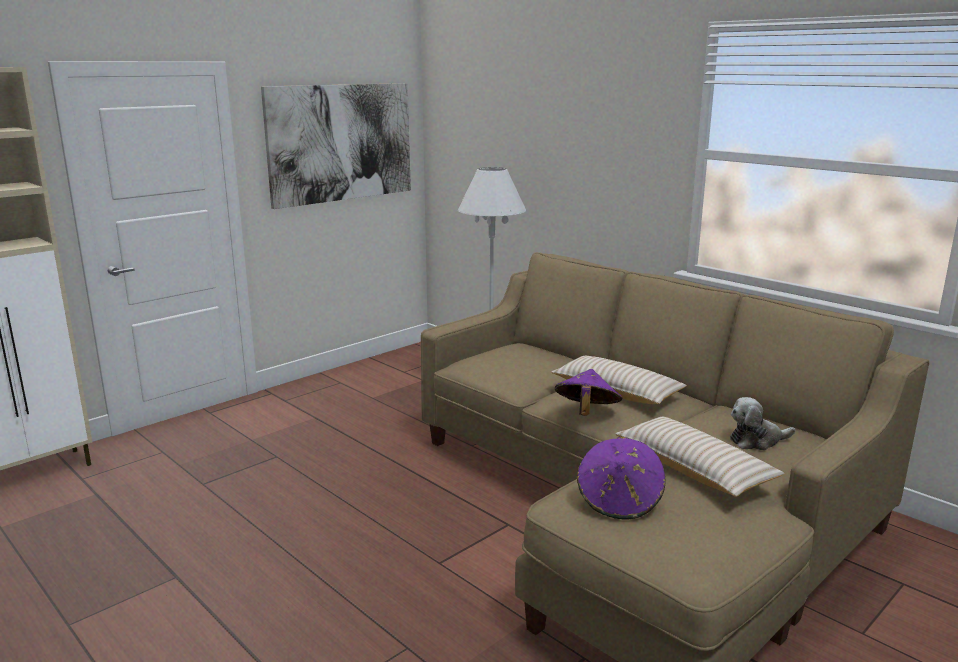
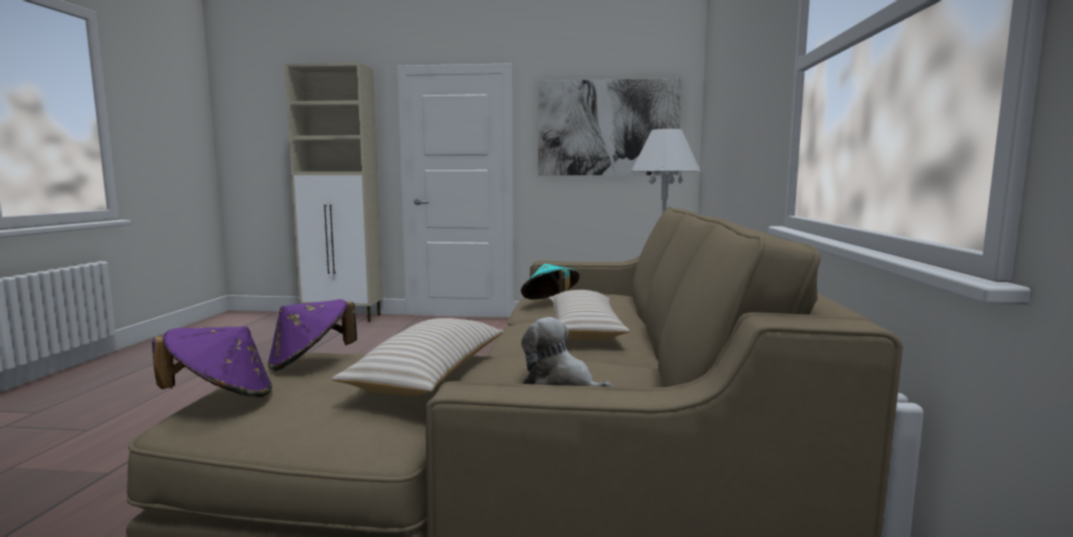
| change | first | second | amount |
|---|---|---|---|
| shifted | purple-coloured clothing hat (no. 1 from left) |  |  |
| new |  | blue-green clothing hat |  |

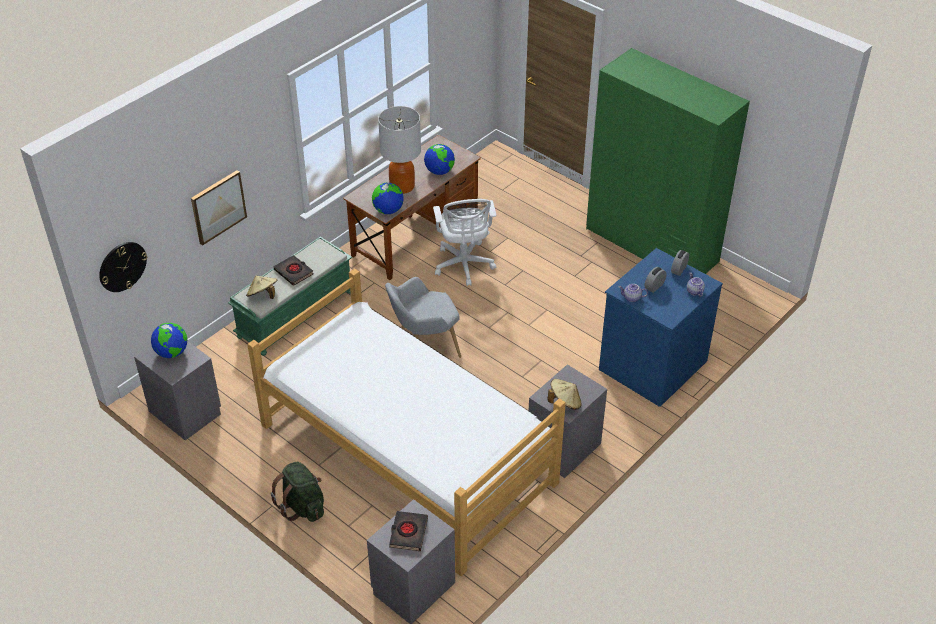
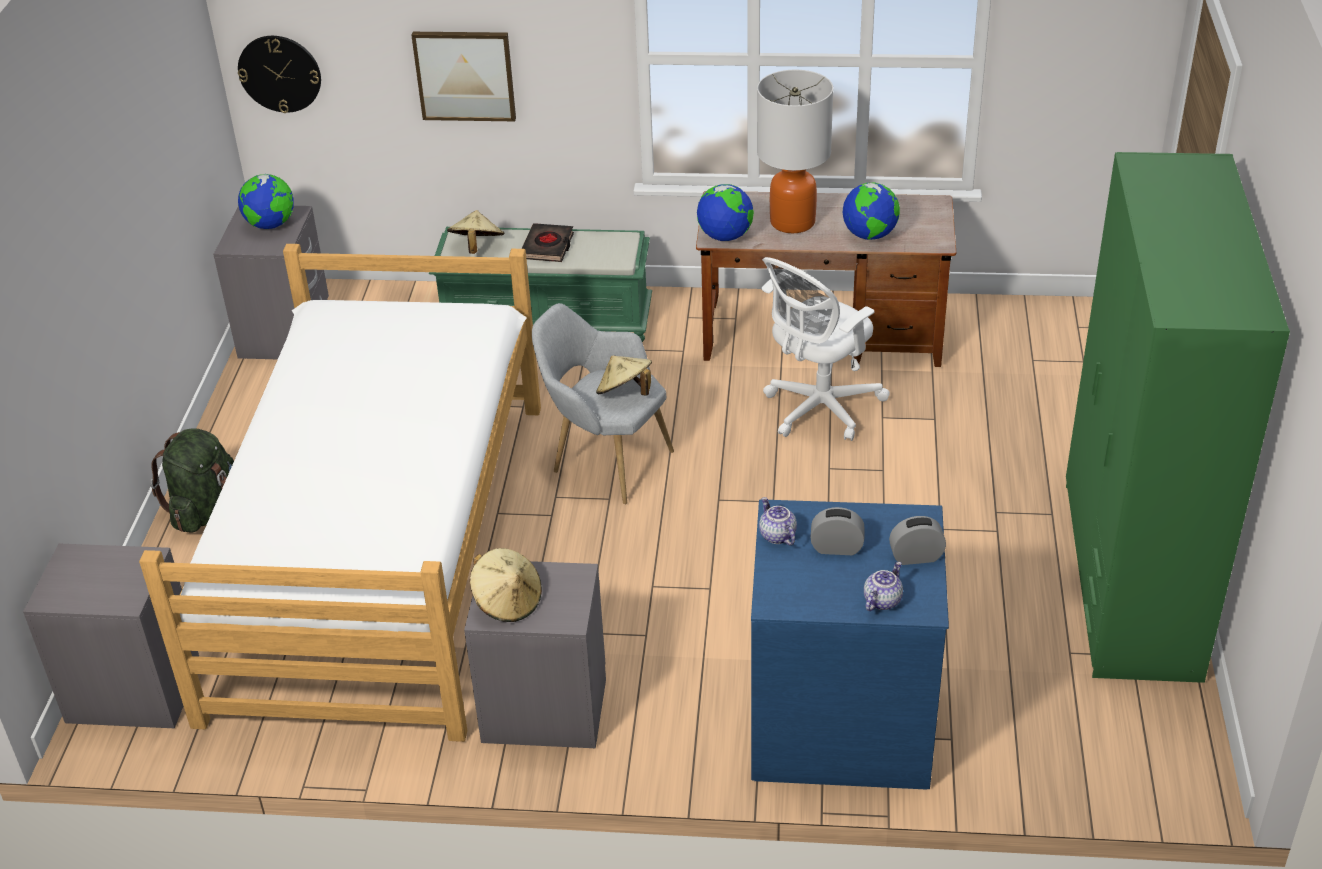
| change | first | second | amount |
|---|---|---|---|
| new |  | beige-coloured clothing hat (no. 3 from left) |  |
| gone | black volume (no. 2 from left) |  |  |

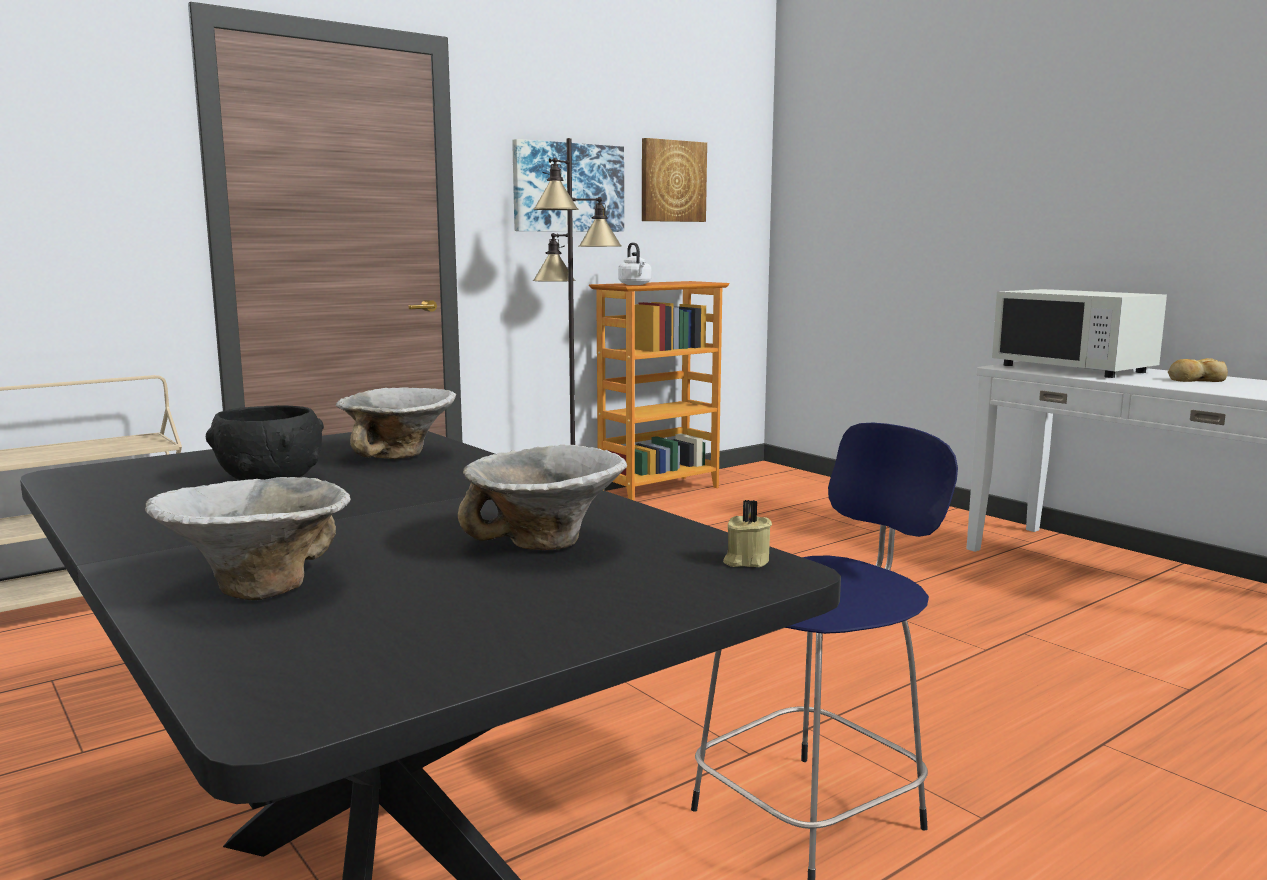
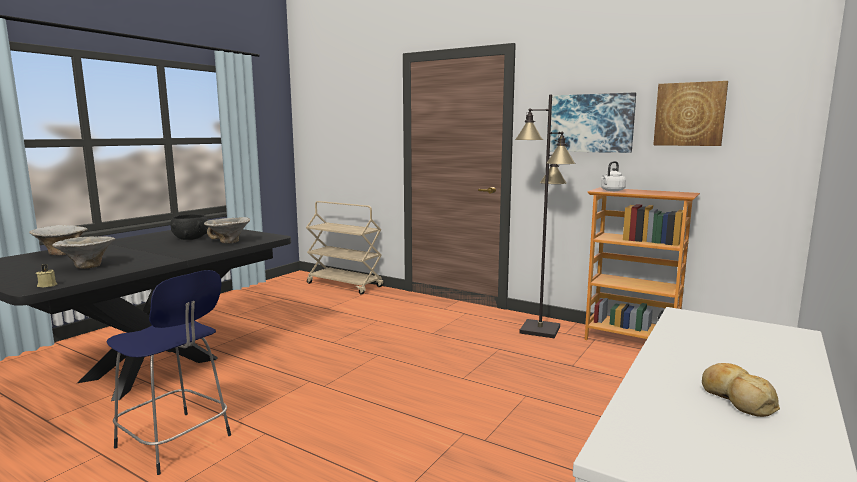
| change | first | second | amount |
|---|---|---|---|
| gone | whitish microwave |  |  |

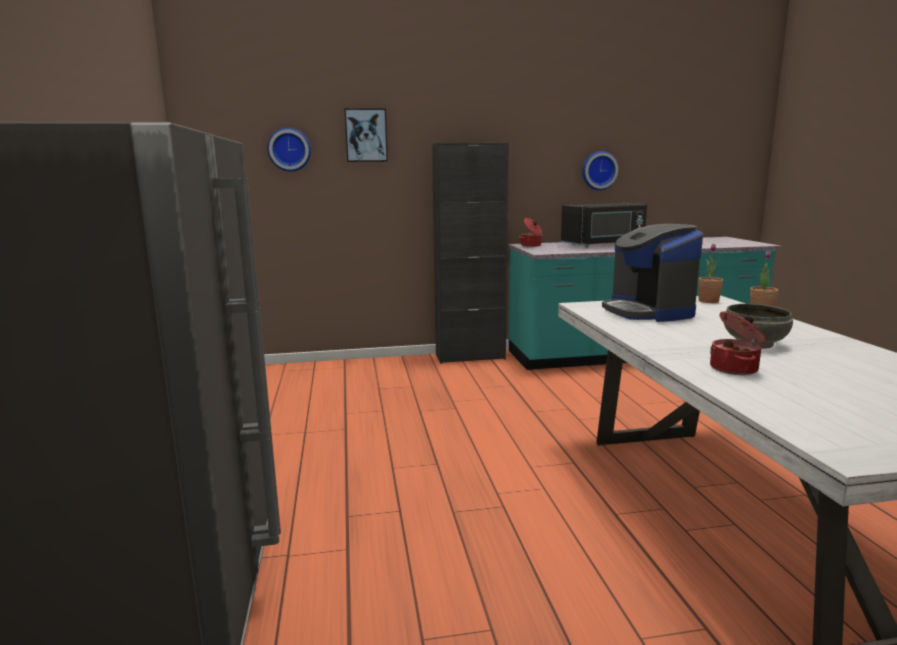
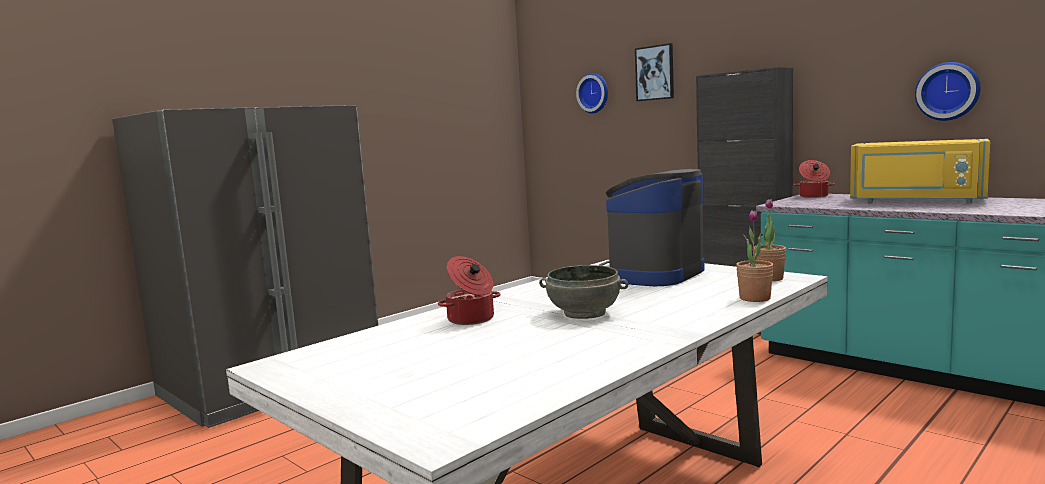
| change | first | second | amount |
|---|---|---|---|
| repainted | black microwave | yellowish microwave |  |

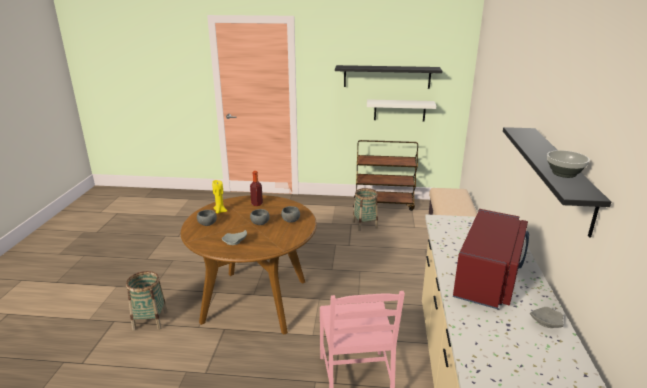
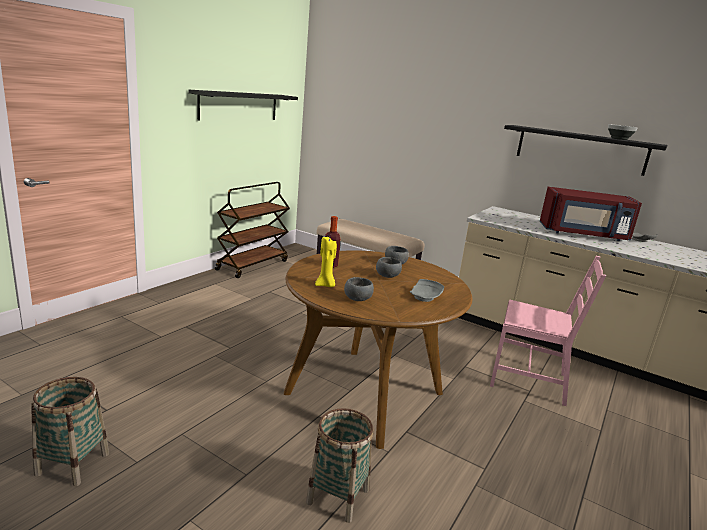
| change | first | second | amount |
|---|---|---|---|
| shifted | basket (no. 2 from left in the first image) | basket (no. 1 from left) |  |
| rotated | reddish microwave |  | 135 degrees clockwise |
| gone | whitish shelf |  |  |

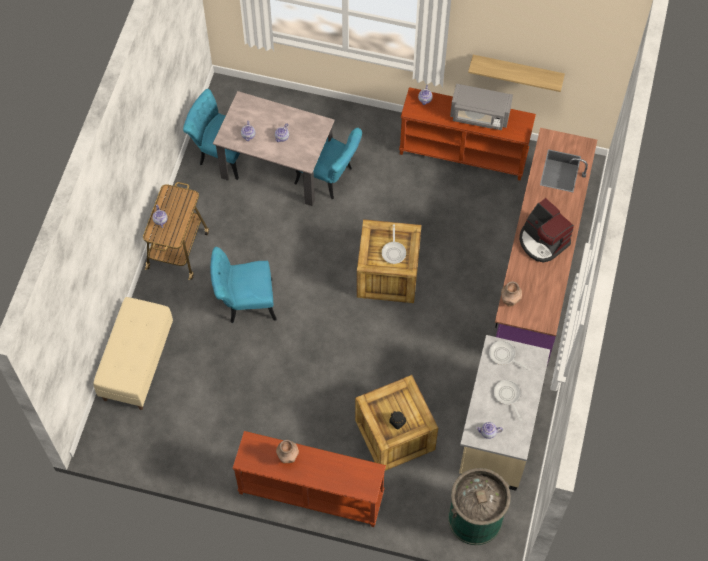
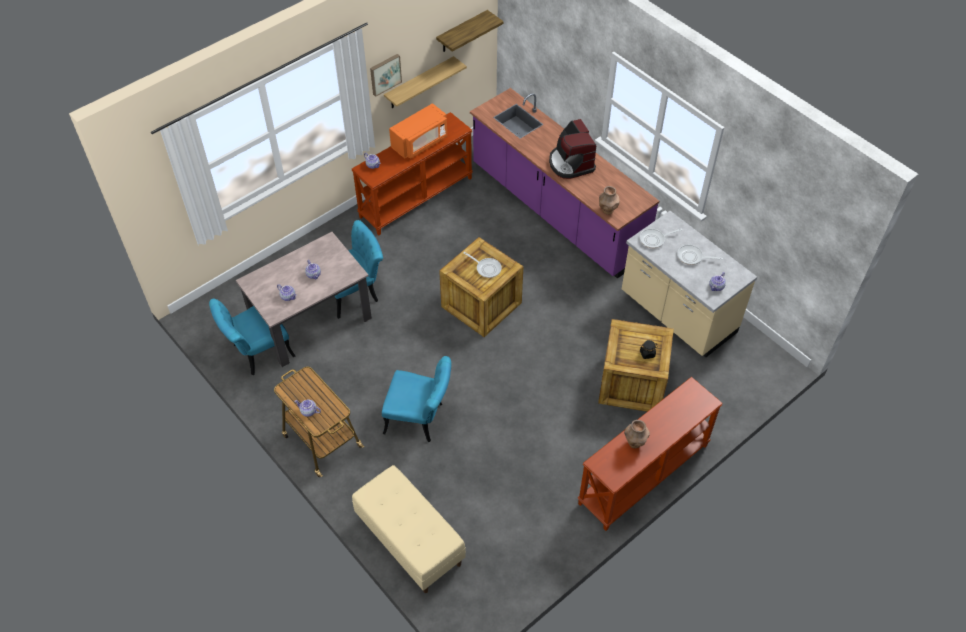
| change | first | second | amount |
|---|---|---|---|
| new |  | wall picture |  |
| rotated | blue-green upright chair (no. 2 from left in the first image) | blue-green upright chair (no. 3 from left) | 105 degrees counterclockwise |
| repainted | greyish microwave | orange-coloured microwave |  |
| new |  | shelf (no. 2 from left) |  |
| rotated | coffee machine |  | 75 degrees clockwise |
| gone | green waste bin |  |  |

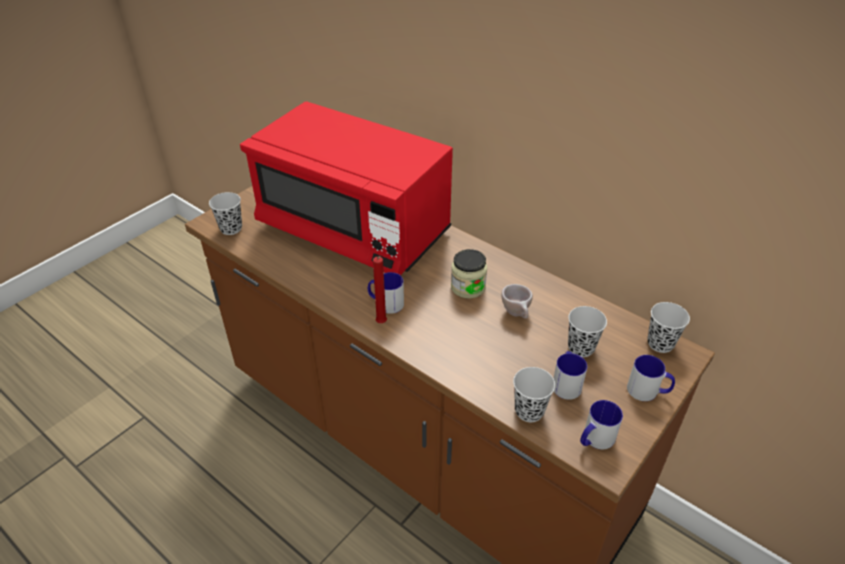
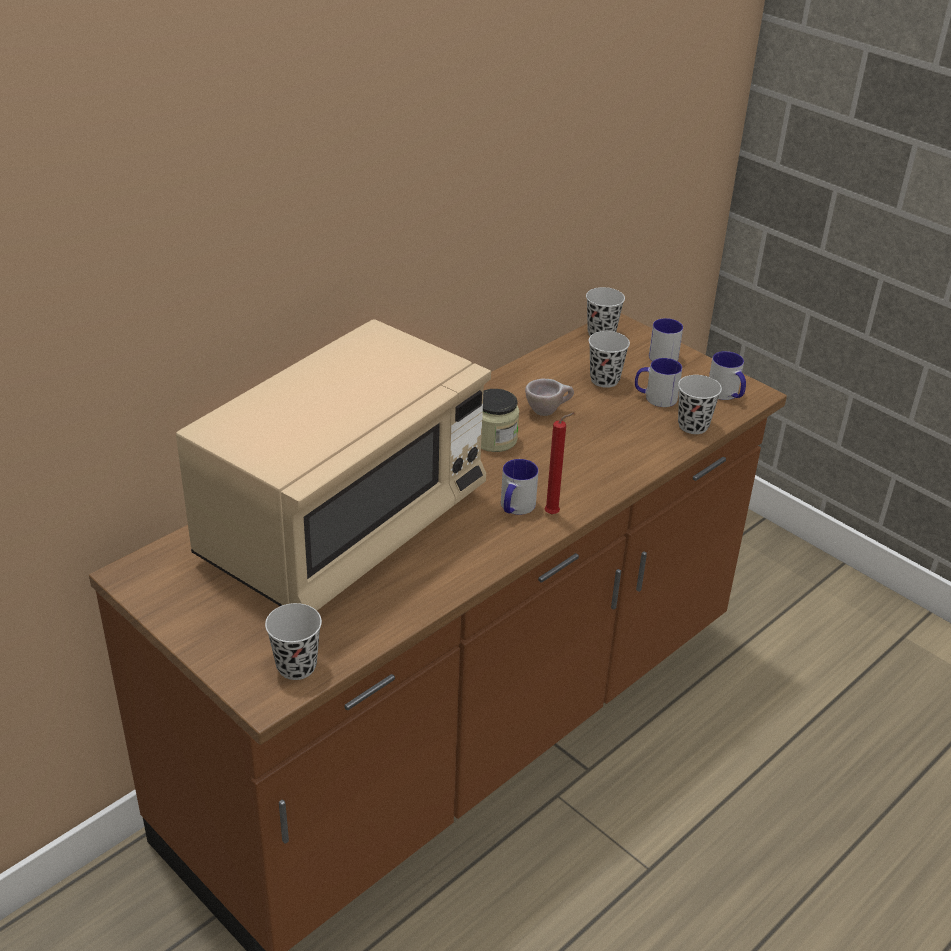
| change | first | second | amount |
|---|---|---|---|
| repainted | reddish microwave | beige-coloured microwave |  |

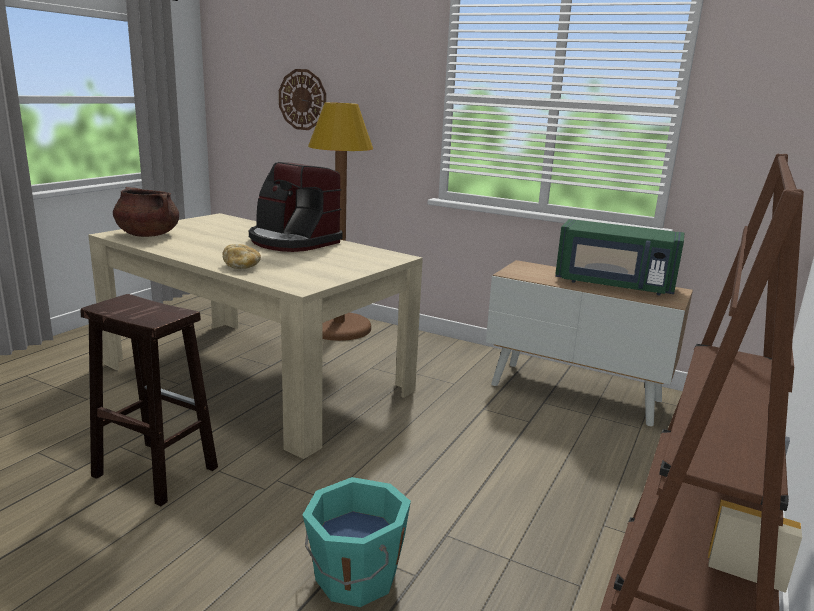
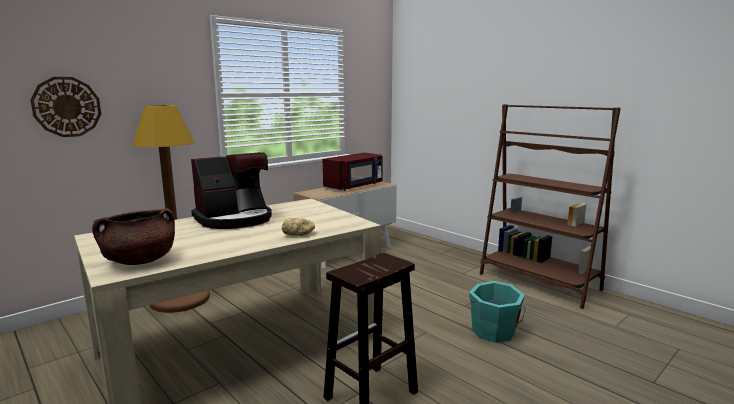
| change | first | second | amount |
|---|---|---|---|
| repainted | green microwave | reddish microwave |  |

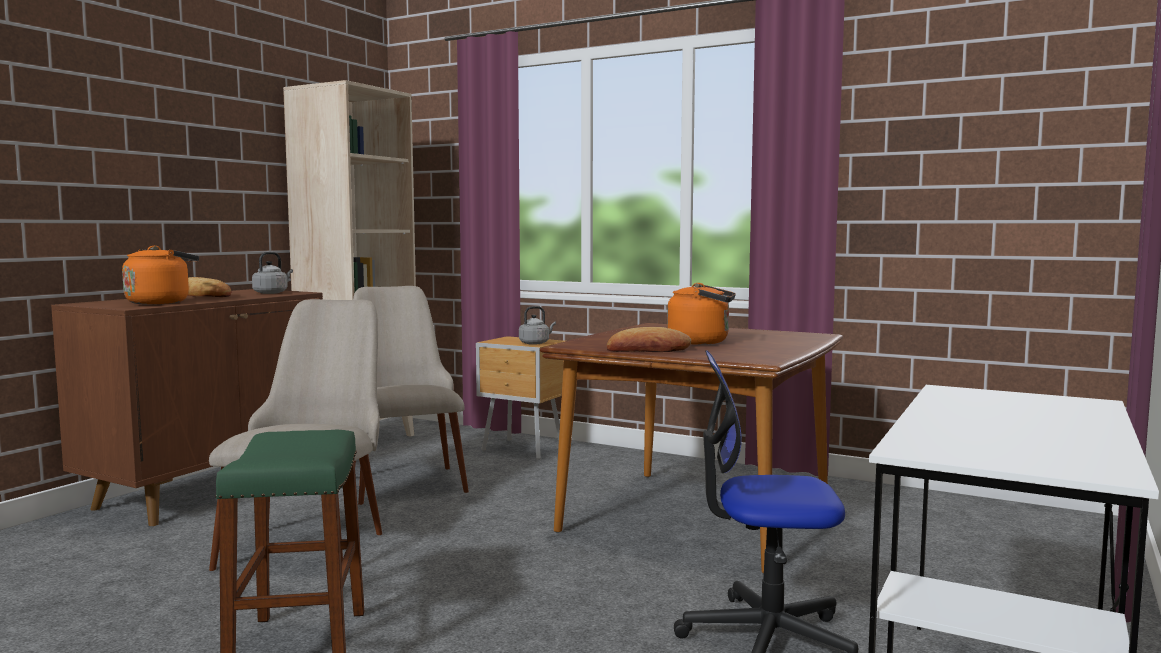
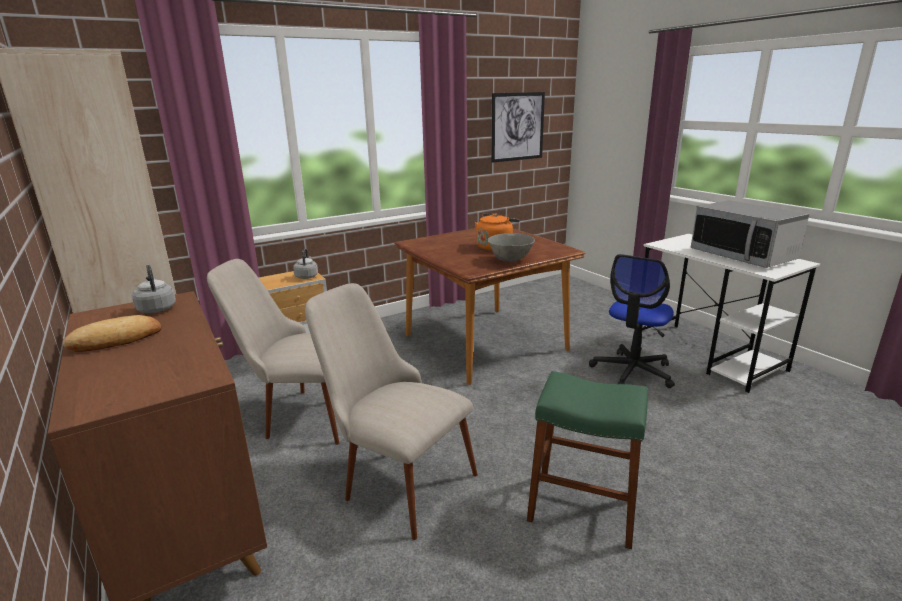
| change | first | second | amount |
|---|---|---|---|
| swapped | bread (no. 2 from left) | greyish serving bowl |  |
| new |  | wall picture |  |
| new |  | microwave |  |
| gone | orange-coloured tea kettle (no. 1 from left) |  |  |

